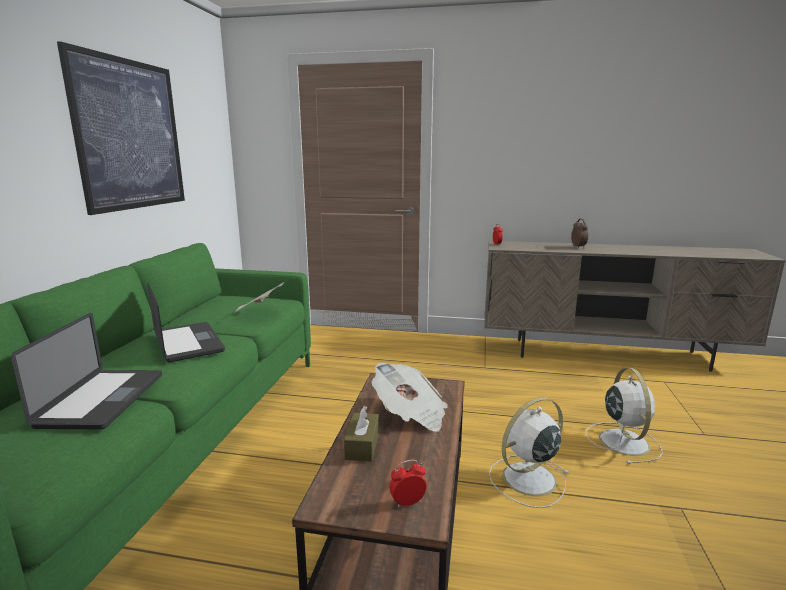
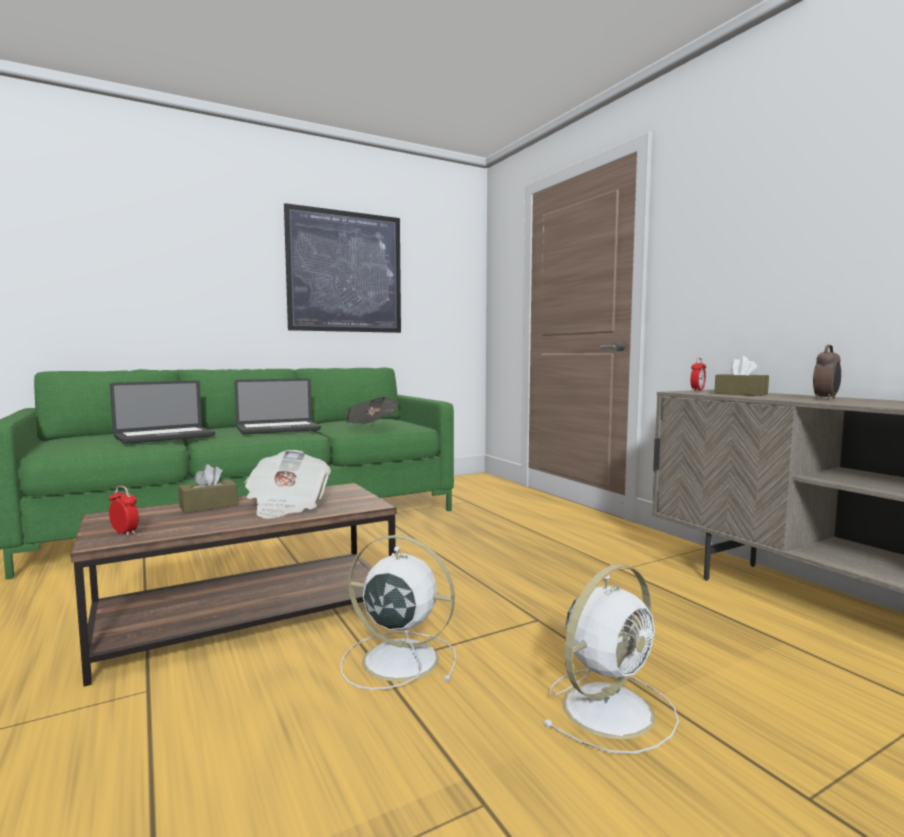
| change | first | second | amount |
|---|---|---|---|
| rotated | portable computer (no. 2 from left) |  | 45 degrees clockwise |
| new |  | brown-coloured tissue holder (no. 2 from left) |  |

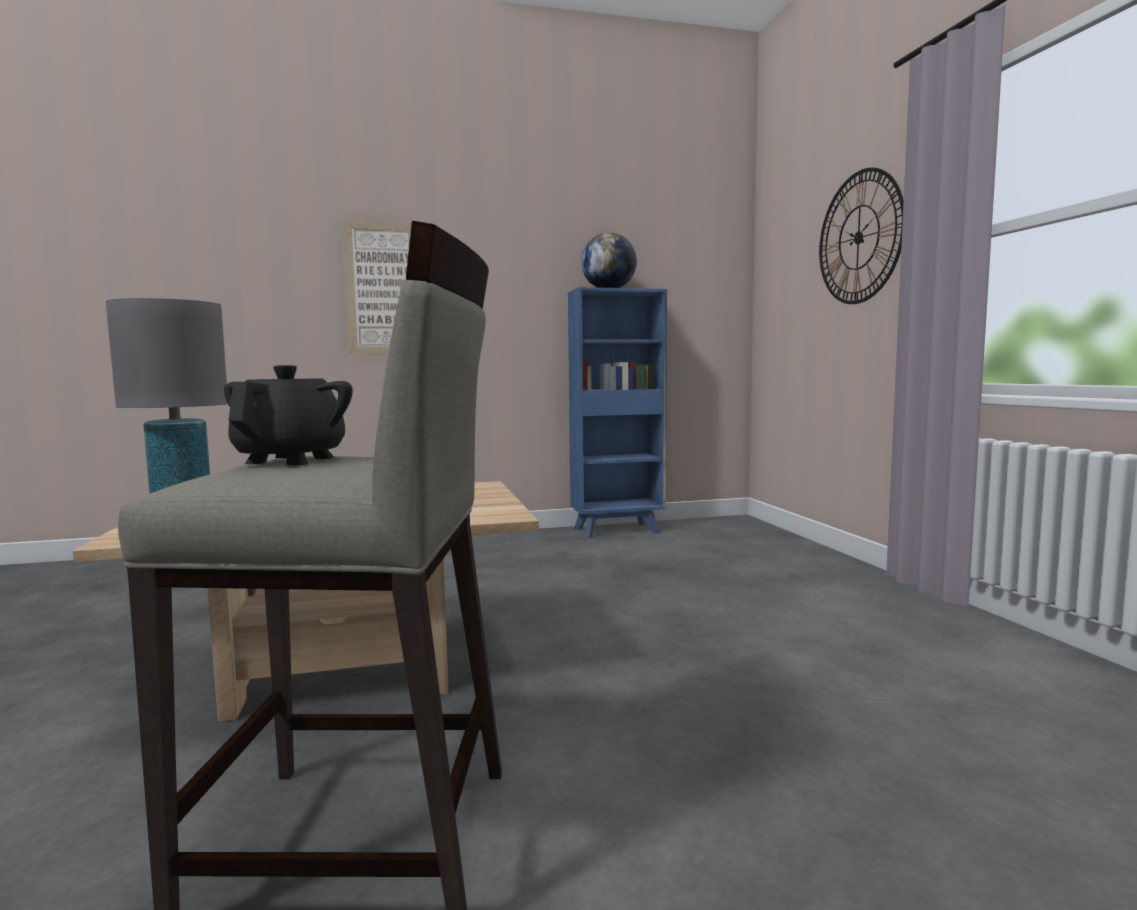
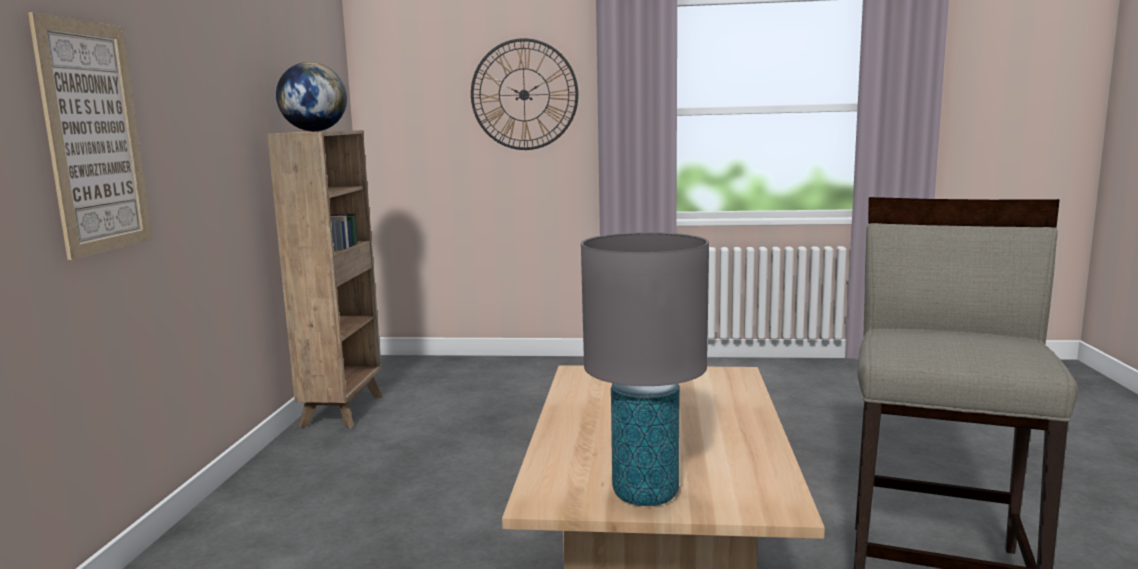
| change | first | second | amount |
|---|---|---|---|
| repainted | bluish bookshelf | brown-coloured bookshelf |  |
| gone | black pot for tea |  |  |

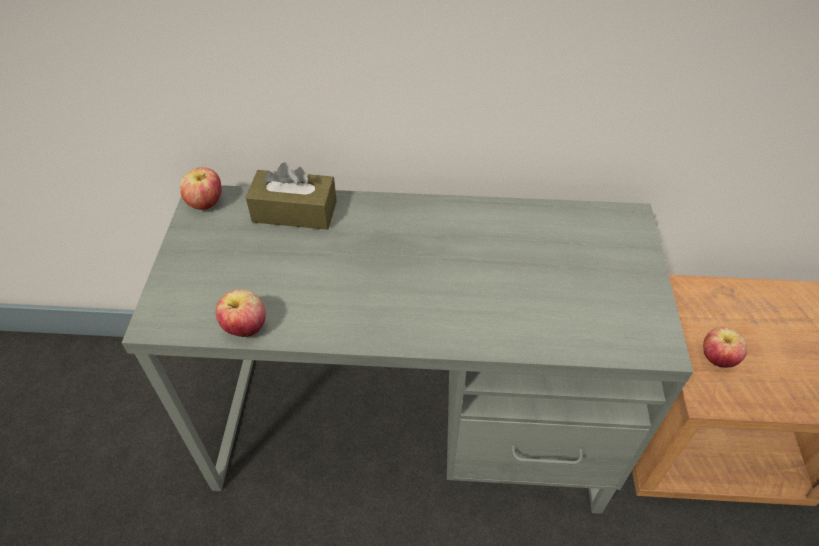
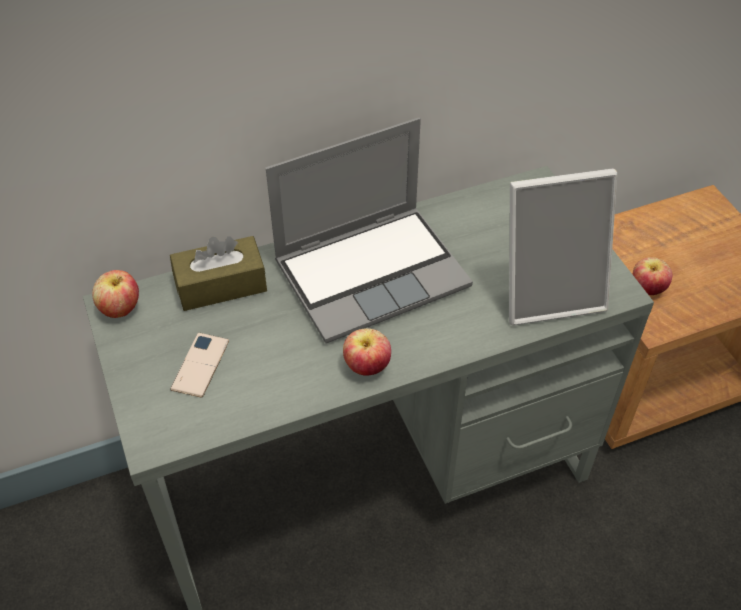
| change | first | second | amount |
|---|---|---|---|
| new |  | telephone |  |
| new |  | portable computer |  |
| shifted | apple (no. 2 from left) |  |  |
| new |  | picture frame |  |

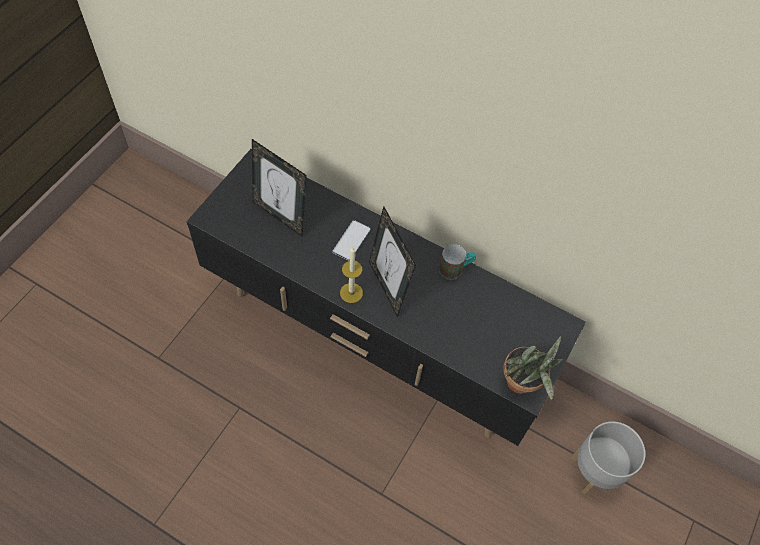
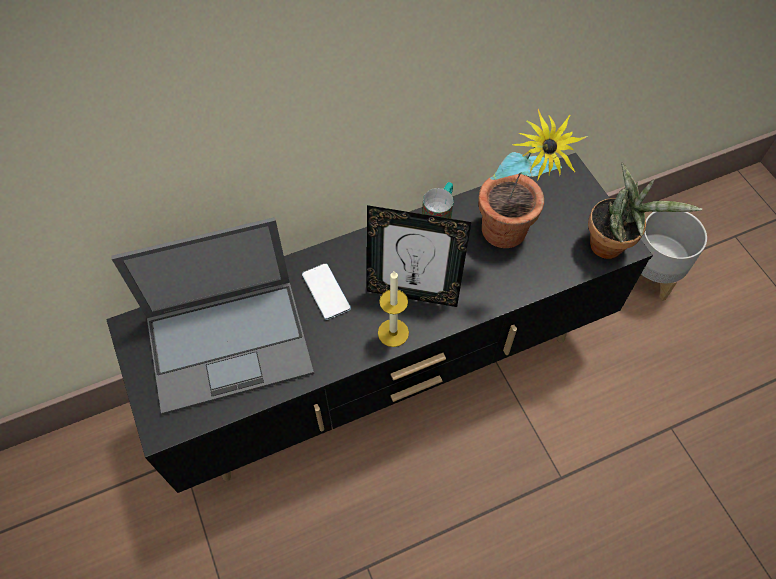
| change | first | second | amount |
|---|---|---|---|
| swapped | picture frame (no. 1 from left) | portable computer |  |
| new |  | potted plant (no. 1 from left) |  |

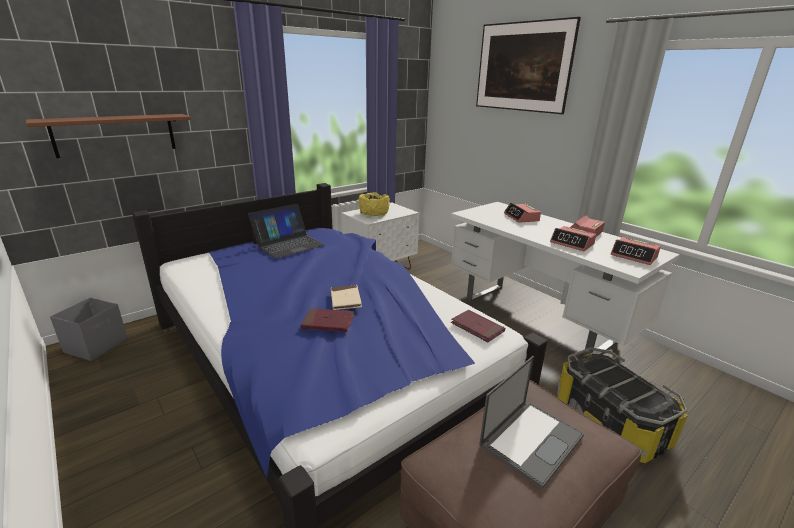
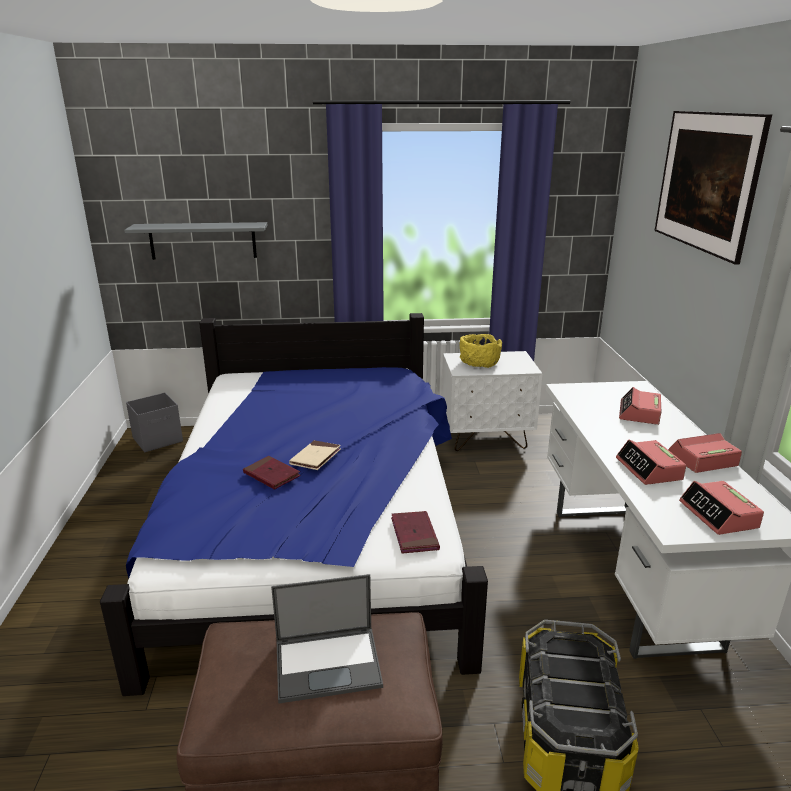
| change | first | second | amount |
|---|---|---|---|
| repainted | brown-coloured shelf | greyish shelf |  |
| gone | portable computer (no. 1 from left) |  |  |

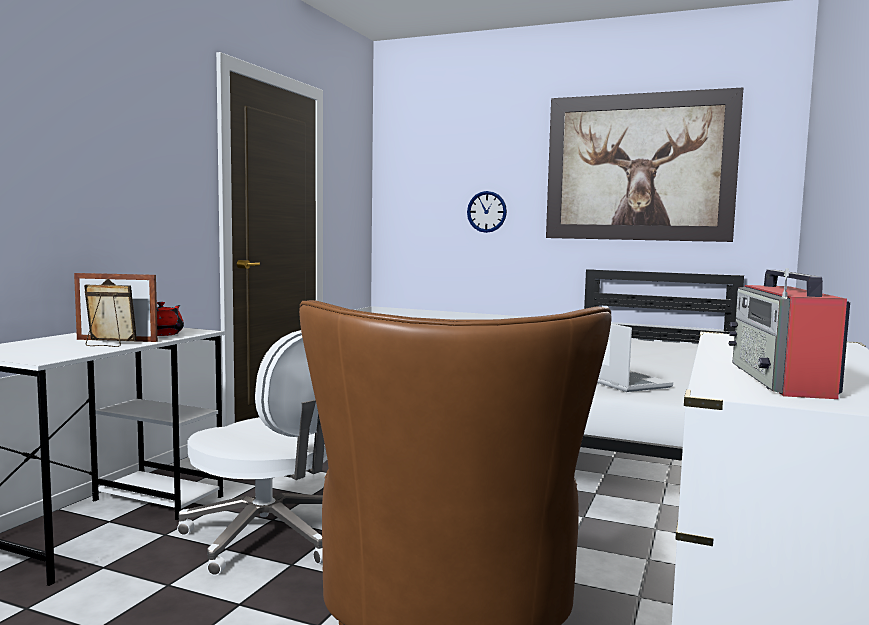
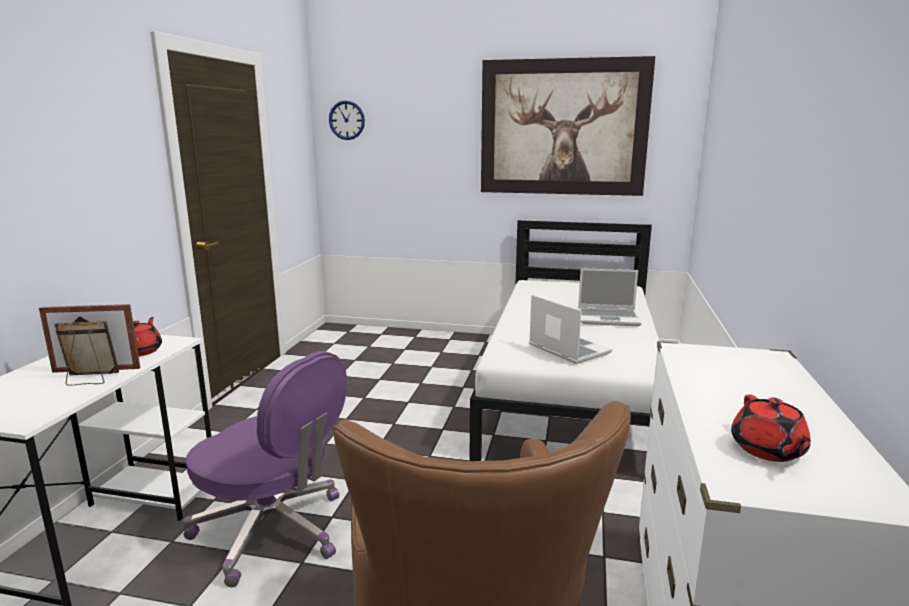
| change | first | second | amount |
|---|---|---|---|
| repainted | whitish desk chair | purple-coloured desk chair |  |
| shifted | clock on the wall |  |  |
| new |  | portable computer (no. 2 from left) |  |
| swapped | radio | reddish pot for tea (no. 2 from left) |  |

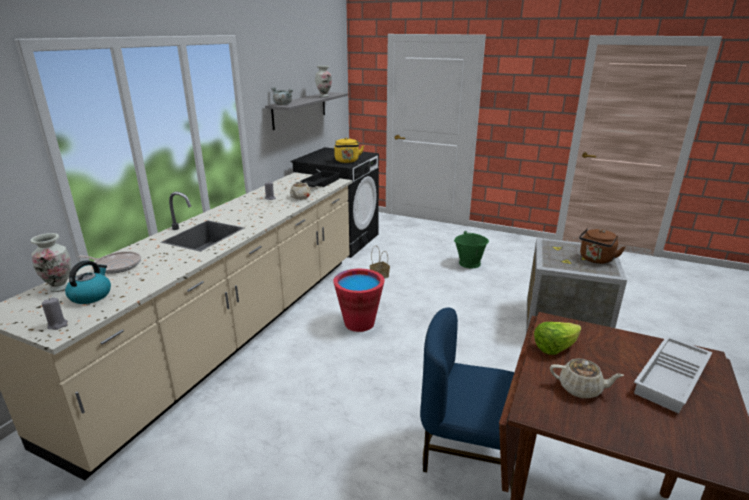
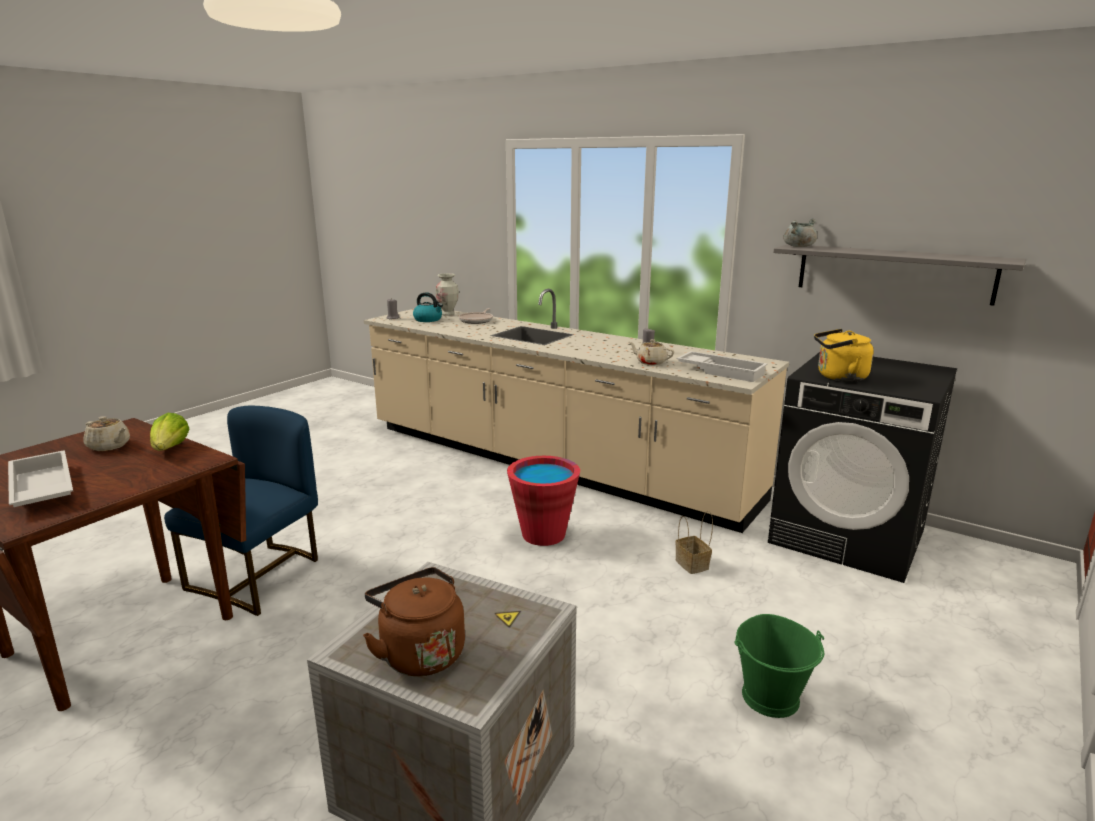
| change | first | second | amount |
|---|---|---|---|
| rotated | beige-coloured pot for tea (no. 2 from left in the first image) | beige-coloured pot for tea (no. 1 from left) | 90 degrees counterclockwise |
| repainted | black serving tray | whitish serving tray (no. 2 from left) |  |
| gone | decorative vase (no. 2 from left) |  |  |

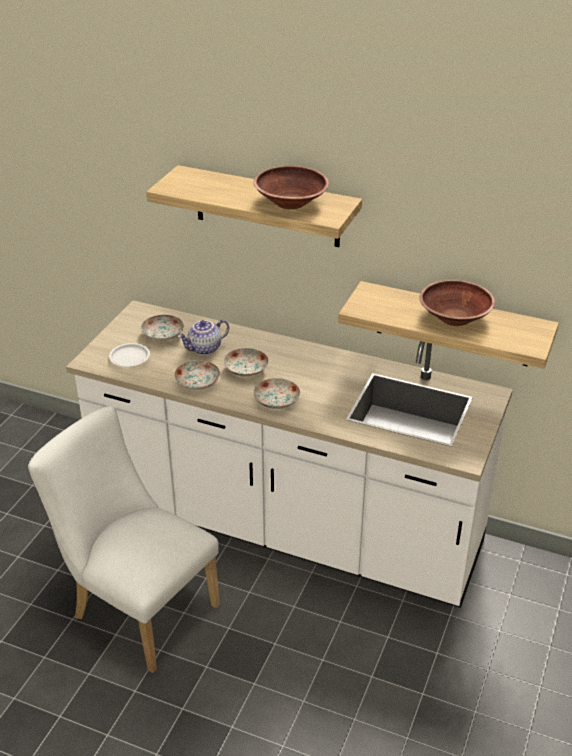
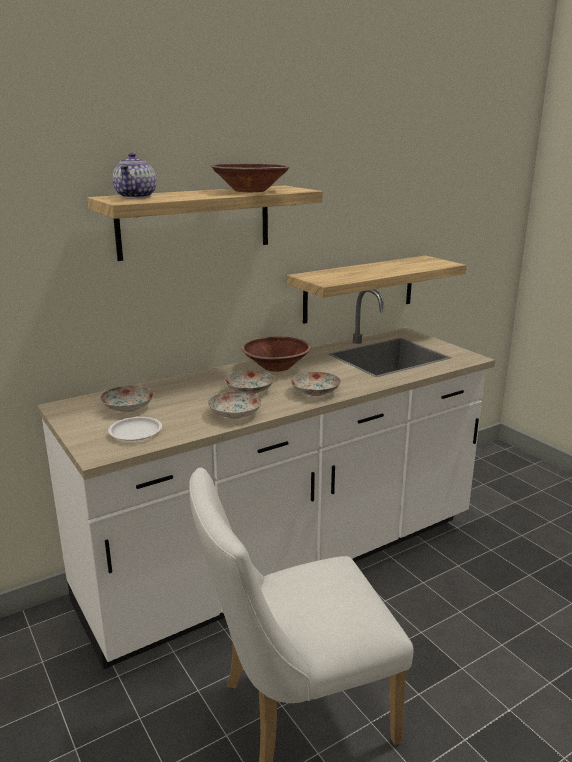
| change | first | second | amount |
|---|---|---|---|
| shifted | pot for tea |  |  |
| shifted | brown-coloured serving bowl (no. 2 from left) |  |  |

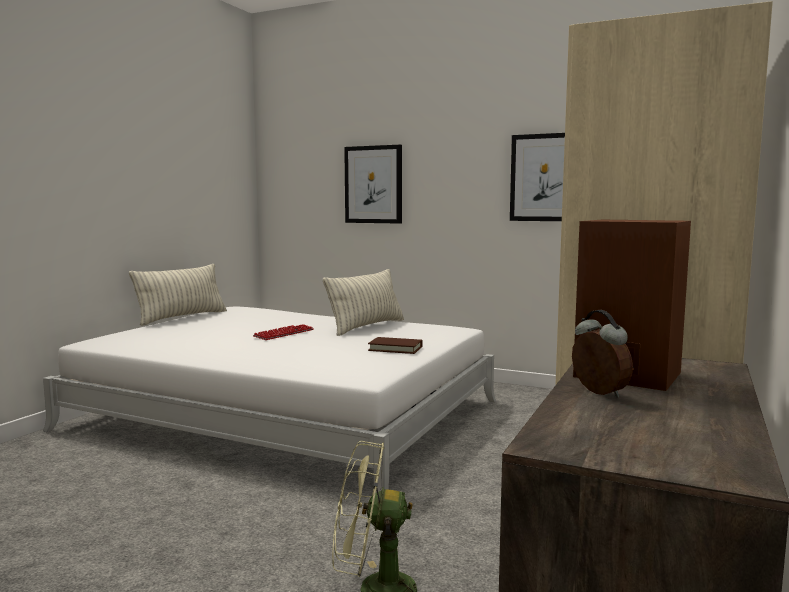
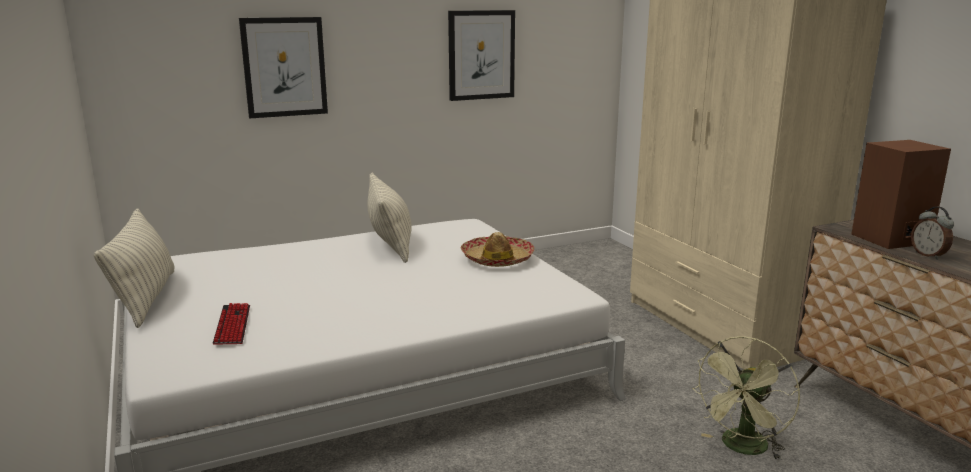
| change | first | second | amount |
|---|---|---|---|
| shifted | keyboard |  |  |
| swapped | brown-coloured volume | clothing hat |  |
| rotated | table clock |  | 120 degrees counterclockwise |

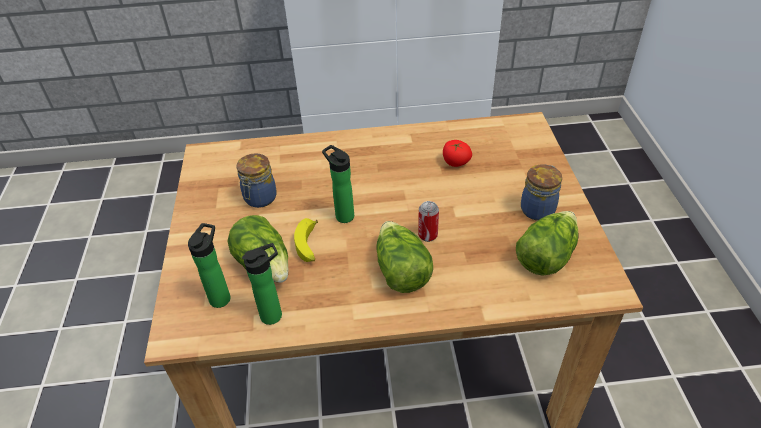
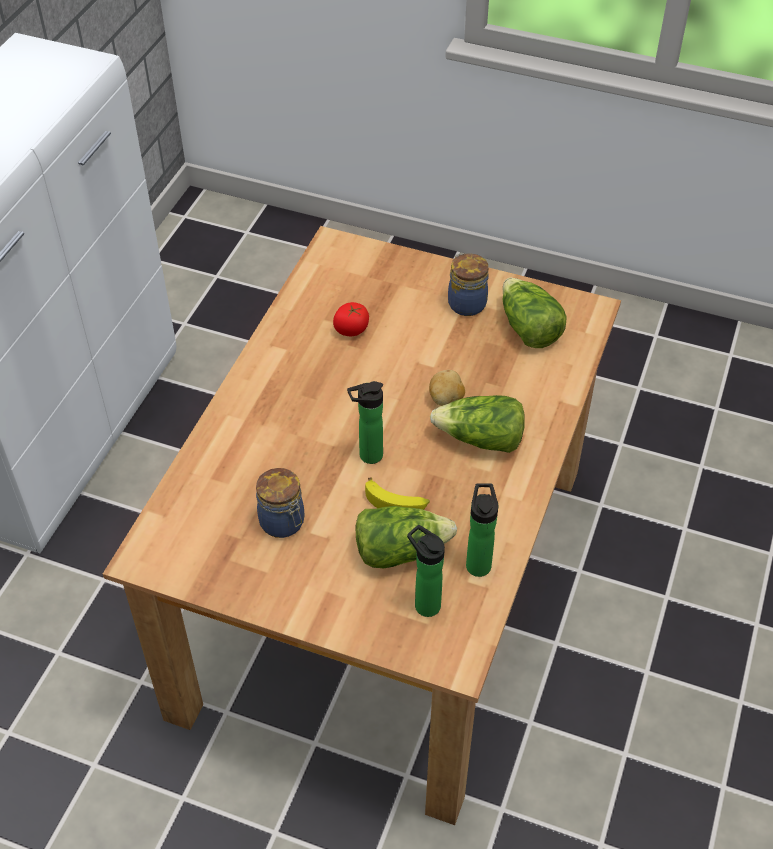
| change | first | second | amount |
|---|---|---|---|
| swapped | sealed can | whole potato |  |

